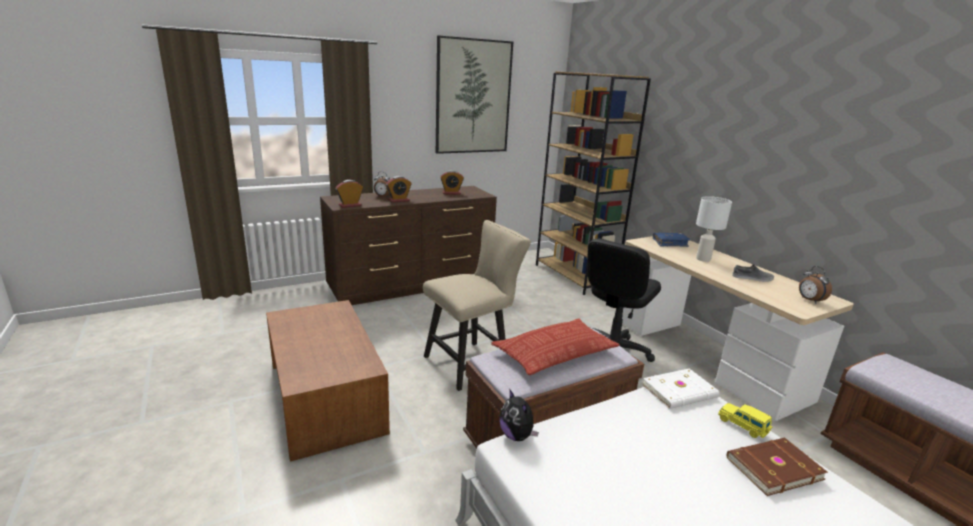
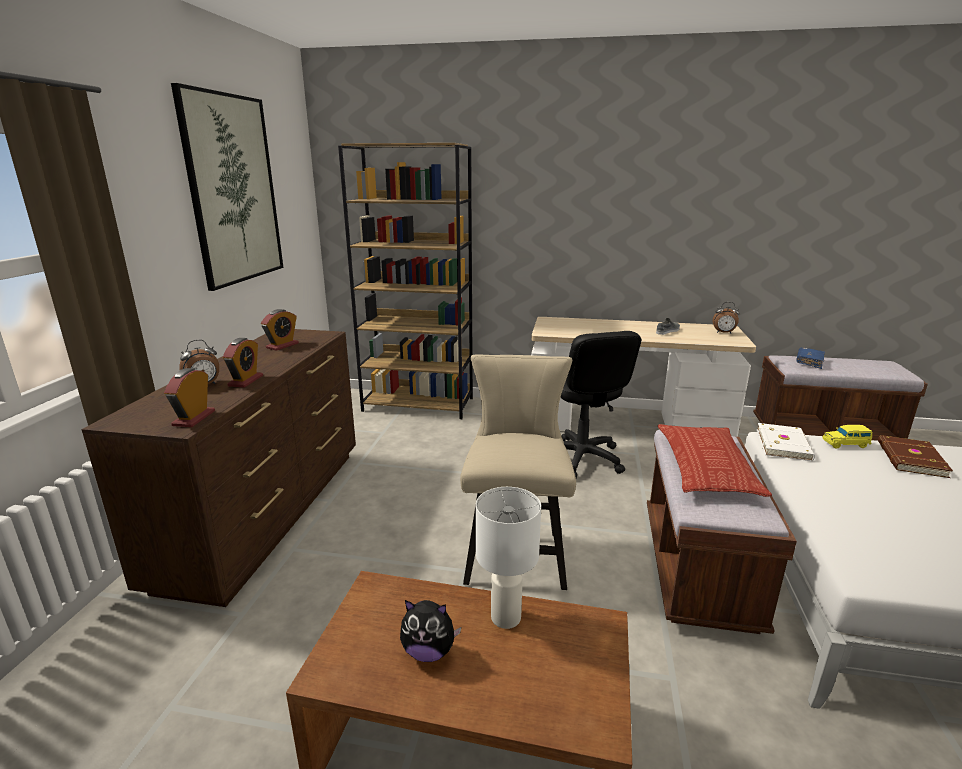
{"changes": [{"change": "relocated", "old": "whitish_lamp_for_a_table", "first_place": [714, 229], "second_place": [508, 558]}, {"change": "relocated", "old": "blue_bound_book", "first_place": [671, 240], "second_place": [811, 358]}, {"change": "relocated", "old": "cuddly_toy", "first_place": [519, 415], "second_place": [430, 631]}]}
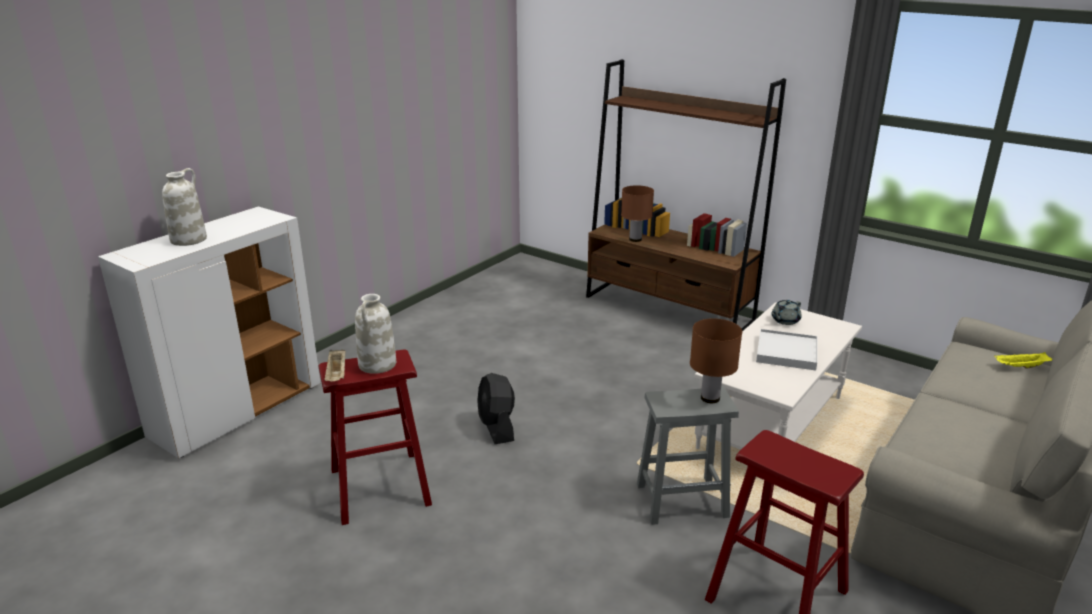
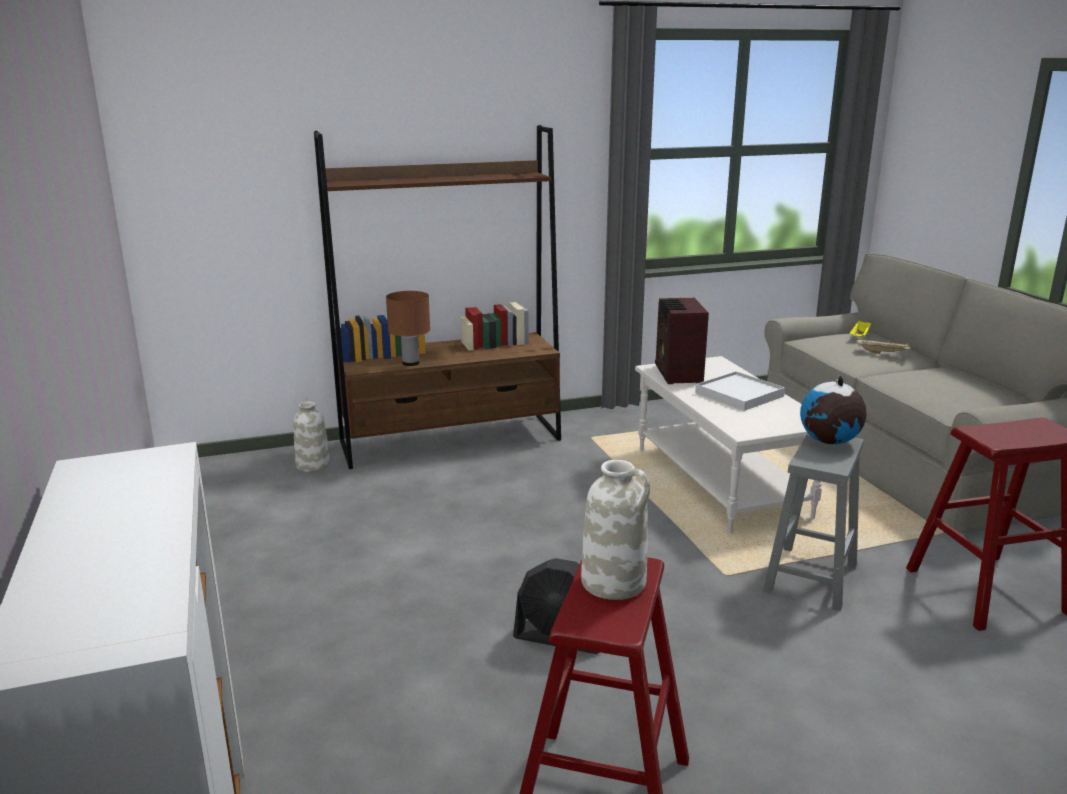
{"changes": [{"change": "relocated", "old": "whitish_vase", "first_place": [184, 207], "second_place": [311, 434]}, {"change": "exchanged", "old": "gray_tea_pot", "new": "radio_set", "first_place": [787, 312], "second_place": [682, 341]}, {"change": "exchanged", "old": "brown-coloured_lamp_for_a_table", "new": "desk_globe", "first_place": [716, 360], "second_place": [833, 410]}, {"change": "relocated", "old": "beige-coloured_serving_tray", "first_place": [334, 365], "second_place": [883, 346]}]}
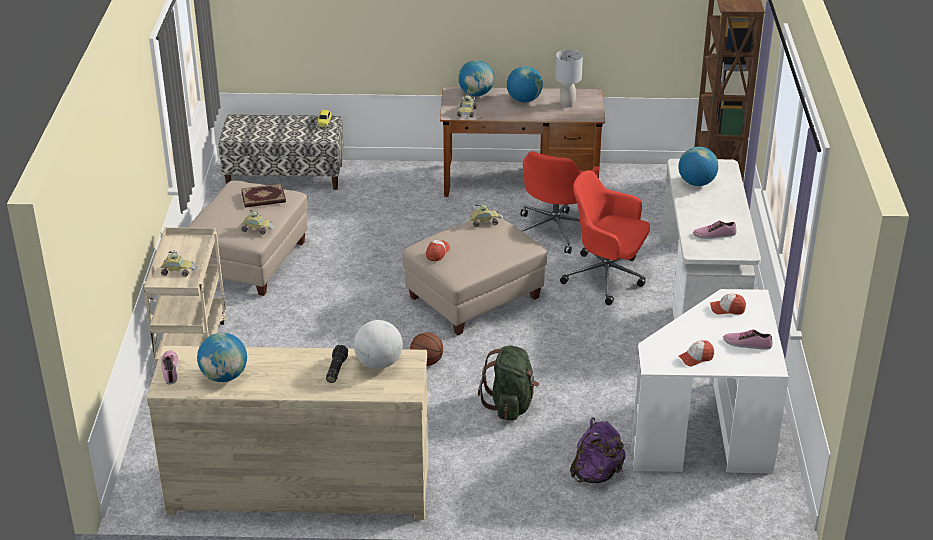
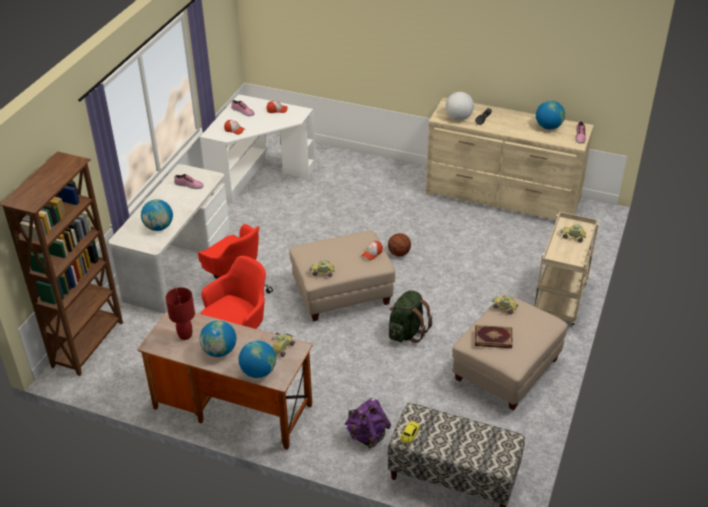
{"changes": [{"change": "colour", "old": "gray_lamp_for_a_table", "new": "reddish_lamp_for_a_table", "first_place": [569, 79], "second_place": [180, 313]}, {"change": "relocated", "old": "greenish_backpack", "first_place": [508, 383], "second_place": [410, 316]}, {"change": "relocated", "old": "purple_backpack", "first_place": [598, 450], "second_place": [368, 423]}]}
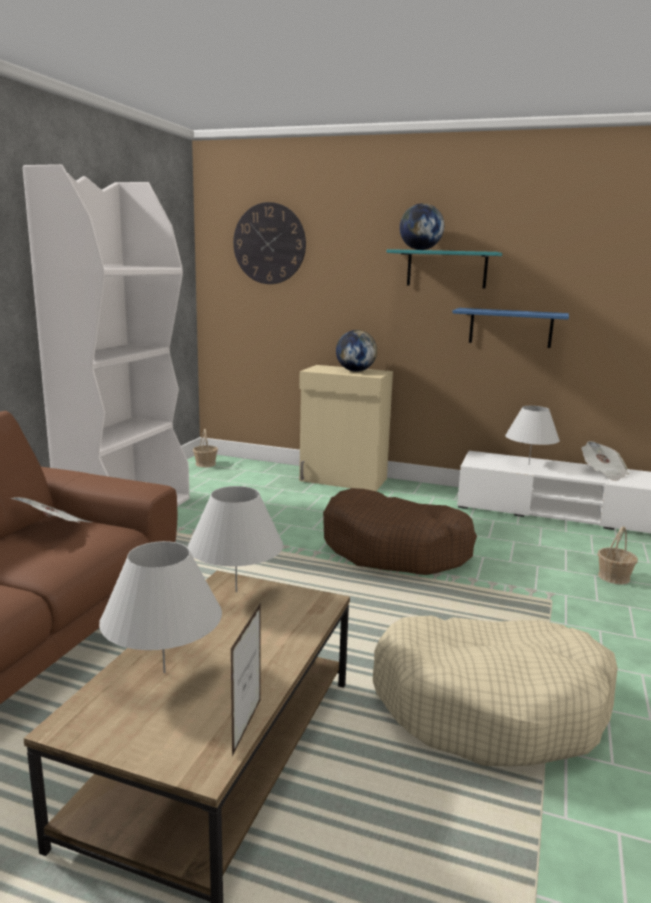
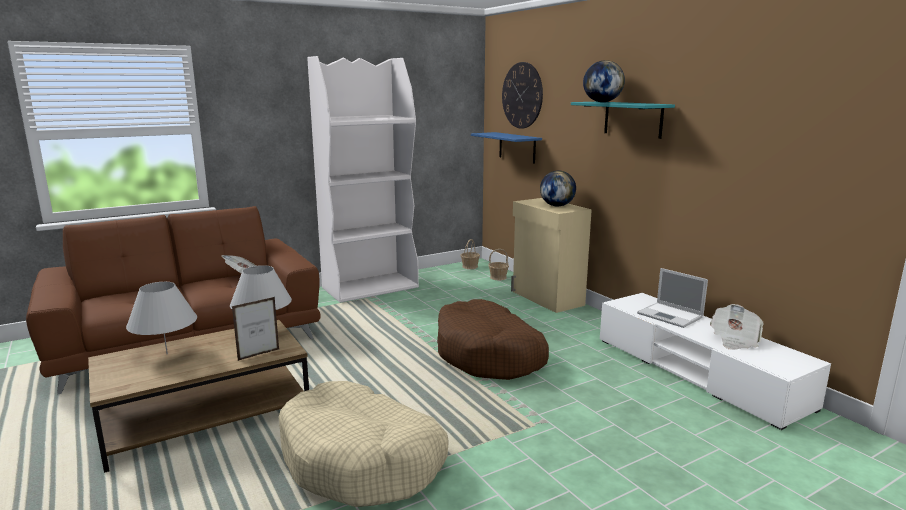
{"changes": [{"change": "relocated", "old": "blue_shelf", "first_place": [510, 328], "second_place": [506, 147]}, {"change": "exchanged", "old": "whitish_lamp_for_a_table", "new": "laptop", "first_place": [532, 435], "second_place": [672, 298]}, {"change": "relocated", "old": "storage_basket", "first_place": [618, 555], "second_place": [498, 264]}, {"change": "relocated", "old": "standing_frame", "first_place": [246, 679], "second_place": [255, 329]}]}
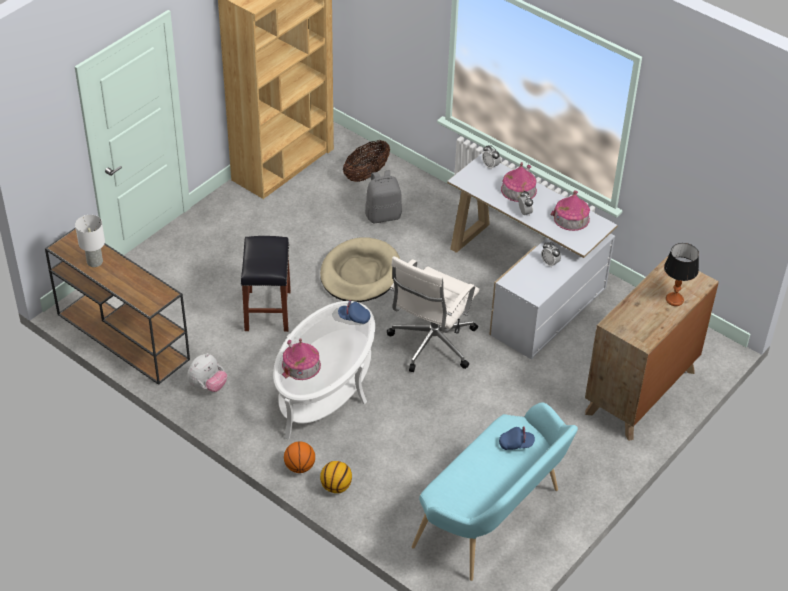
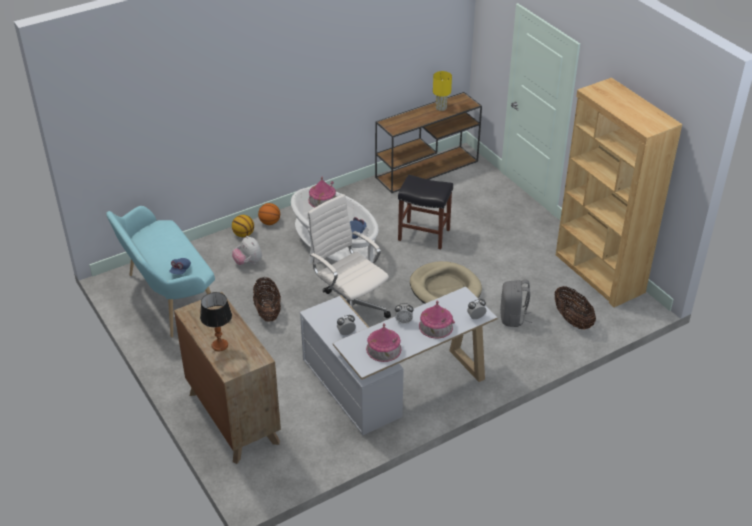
{"changes": [{"change": "colour", "old": "whitish_lamp_for_a_table", "new": "yellow_lamp_for_a_table", "first_place": [90, 241], "second_place": [442, 91]}, {"change": "relocated", "old": "cuddly_toy", "first_place": [207, 372], "second_place": [247, 250]}, {"change": "appeared", "new": "storage_basket", "second_place": [267, 299]}]}
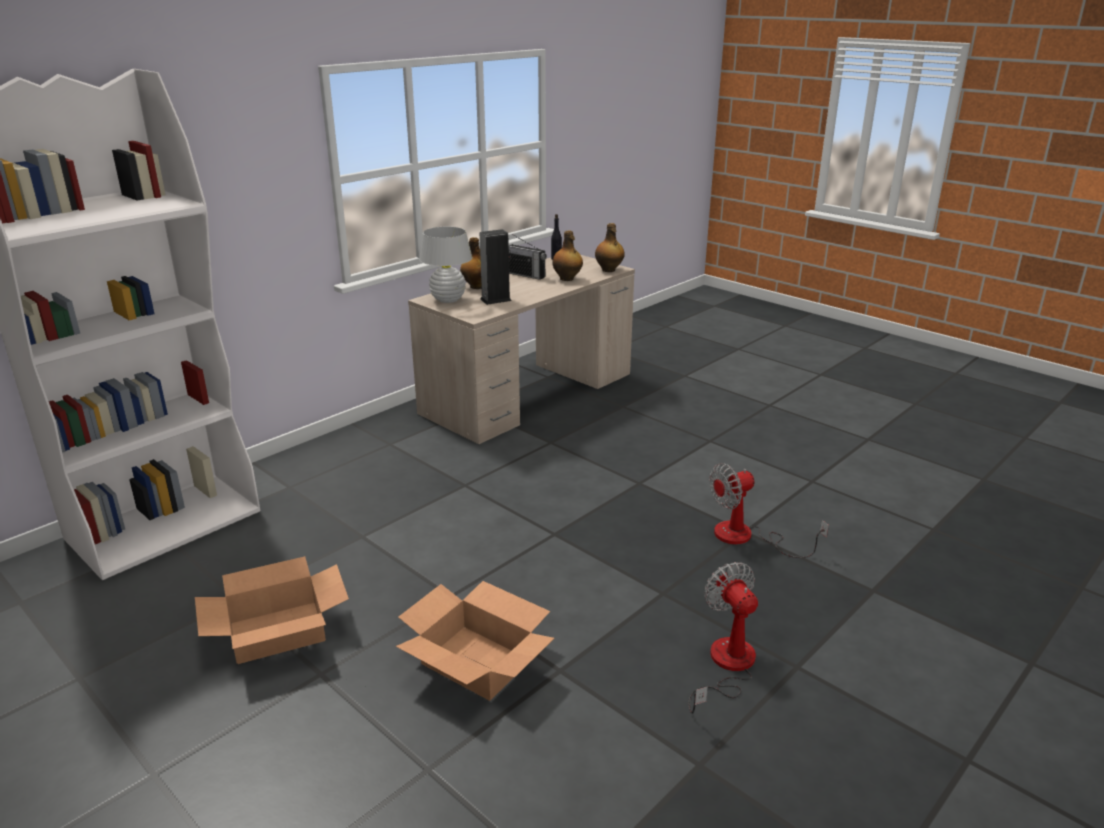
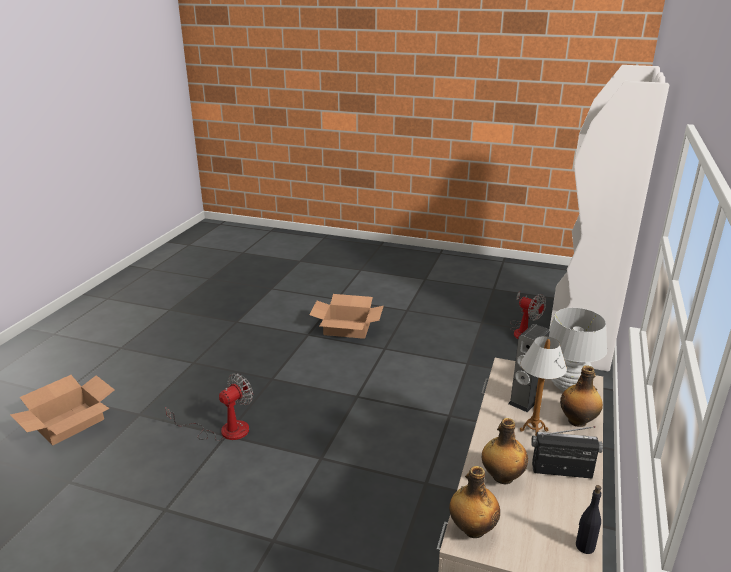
{"changes": [{"change": "relocated", "old": "carton", "first_place": [272, 610], "second_place": [62, 410]}, {"change": "relocated", "old": "cooling_fan", "first_place": [723, 638], "second_place": [528, 315]}, {"change": "appeared", "new": "lamp_for_a_table", "second_place": [543, 386]}]}
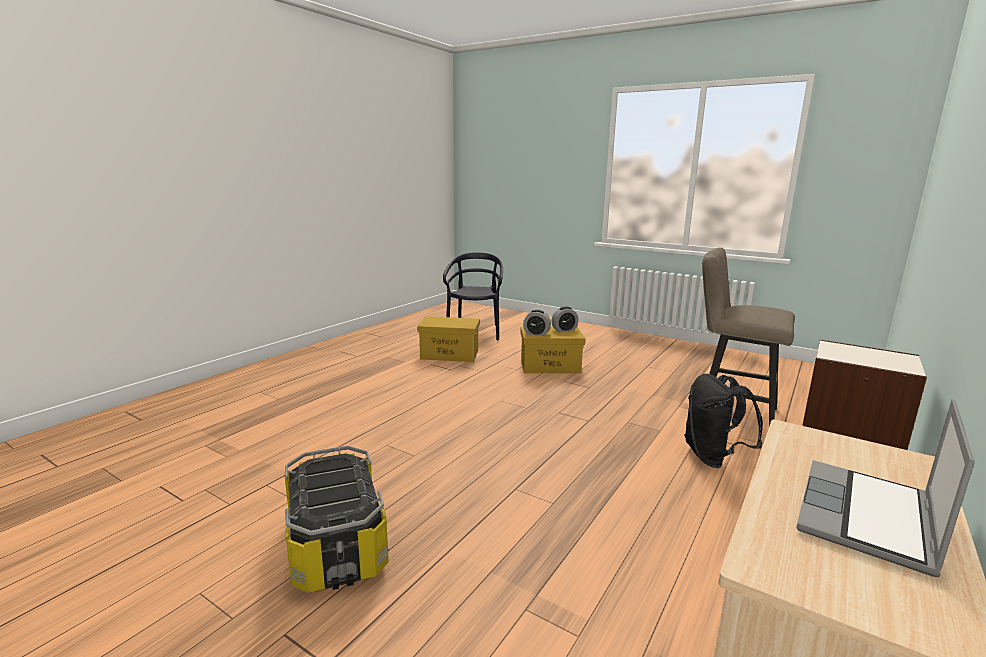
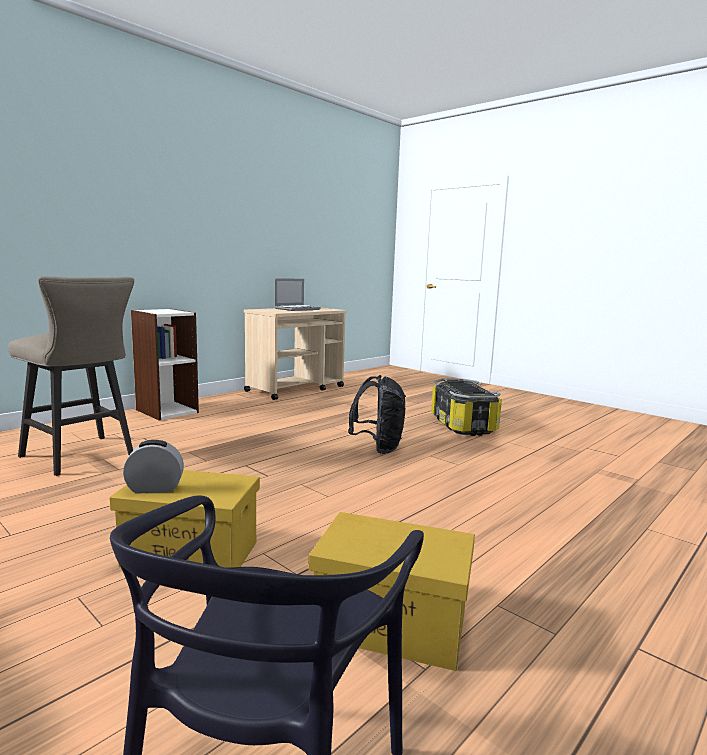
{"changes": [{"change": "missing", "old": "alarm_clock", "first_place": [537, 323]}, {"change": "relocated", "old": "black_backpack", "first_place": [723, 421], "second_place": [377, 414]}]}
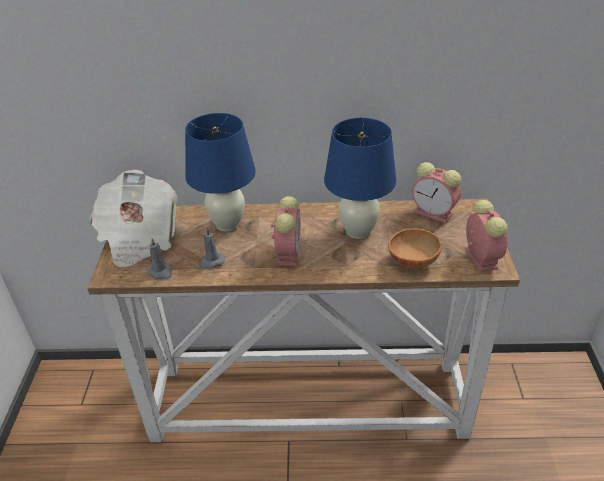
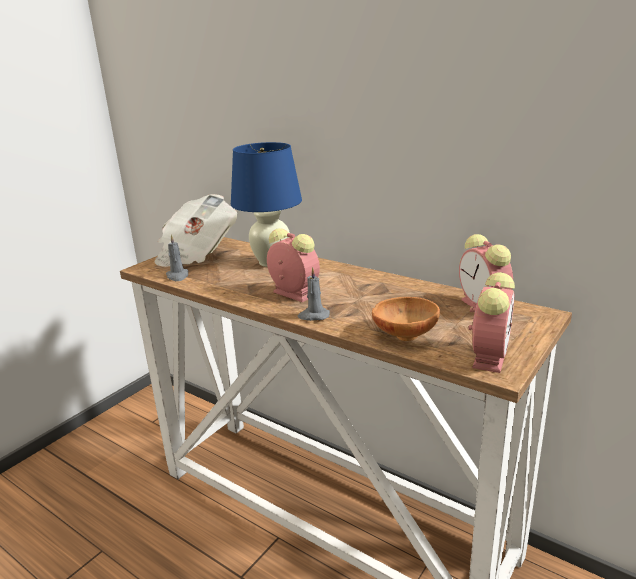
{"changes": [{"change": "missing", "old": "blue_lamp_for_a_table", "first_place": [360, 178]}, {"change": "spun", "old": "alarm_clock", "first_place": [286, 231], "second_place": [293, 265], "degrees": -90}, {"change": "relocated", "old": "gray_candle", "first_place": [212, 248], "second_place": [313, 294]}]}
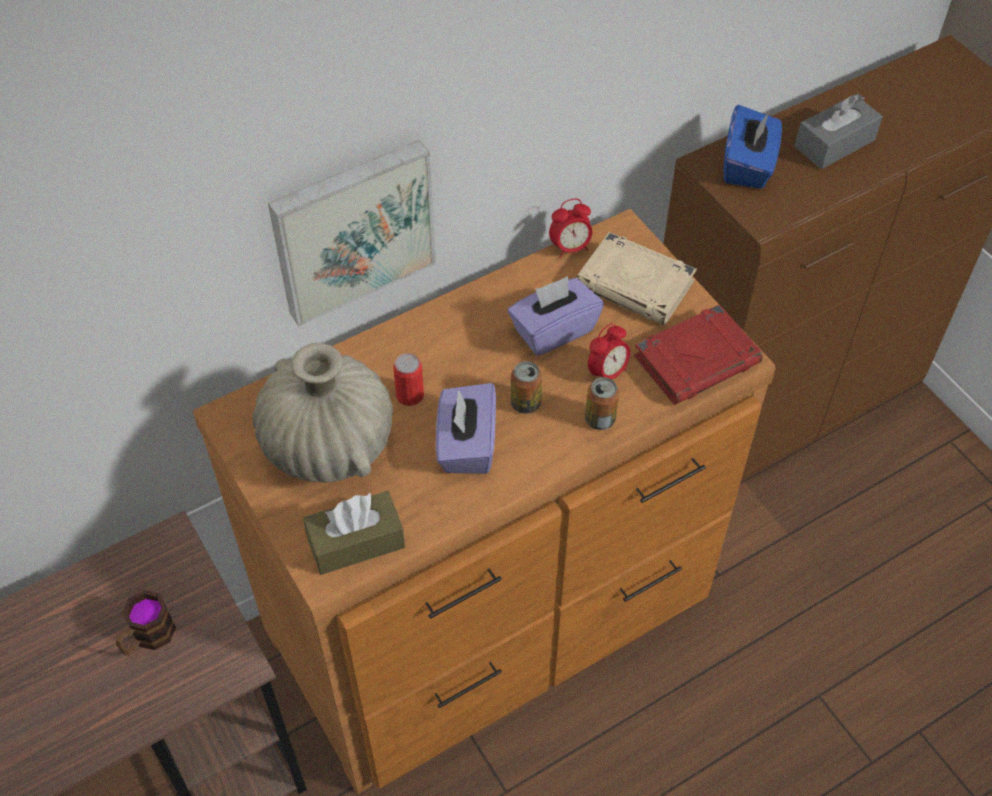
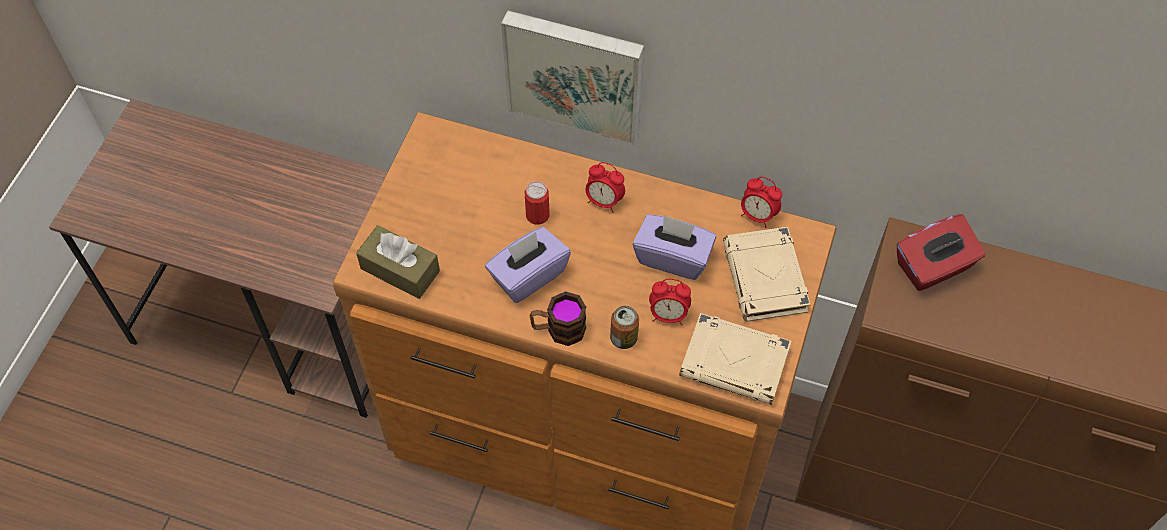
{"changes": [{"change": "missing", "old": "gray_box_of_tissues", "first_place": [838, 131]}, {"change": "colour", "old": "blue_box_of_tissues", "new": "reddish_box_of_tissues", "first_place": [753, 147], "second_place": [941, 252]}, {"change": "colour", "old": "reddish_bound_book", "new": "beige-coloured_bound_book", "first_place": [698, 354], "second_place": [735, 359]}, {"change": "missing", "old": "beige-coloured_vase", "first_place": [322, 413]}, {"change": "missing", "old": "can", "first_place": [526, 387]}, {"change": "relocated", "old": "tea_mug", "first_place": [146, 622], "second_place": [558, 318]}, {"change": "appeared", "new": "alarm_clock", "second_place": [605, 187]}]}
